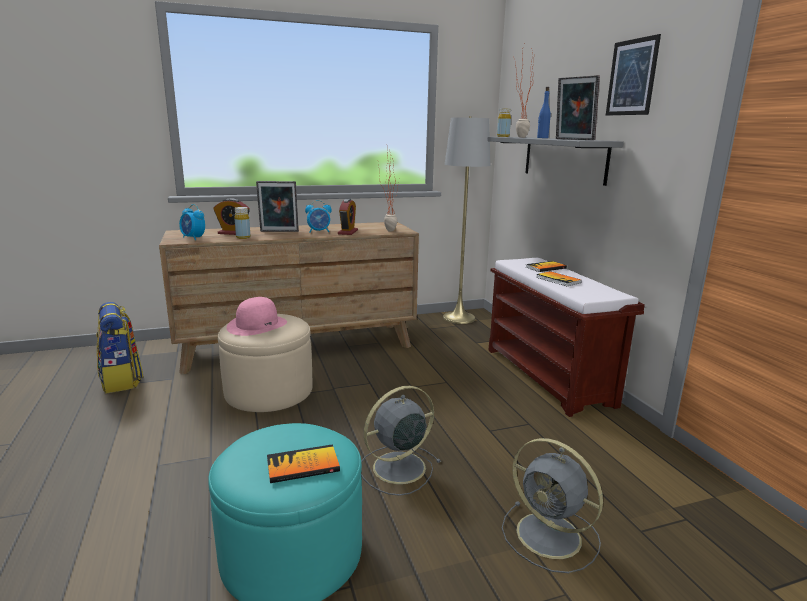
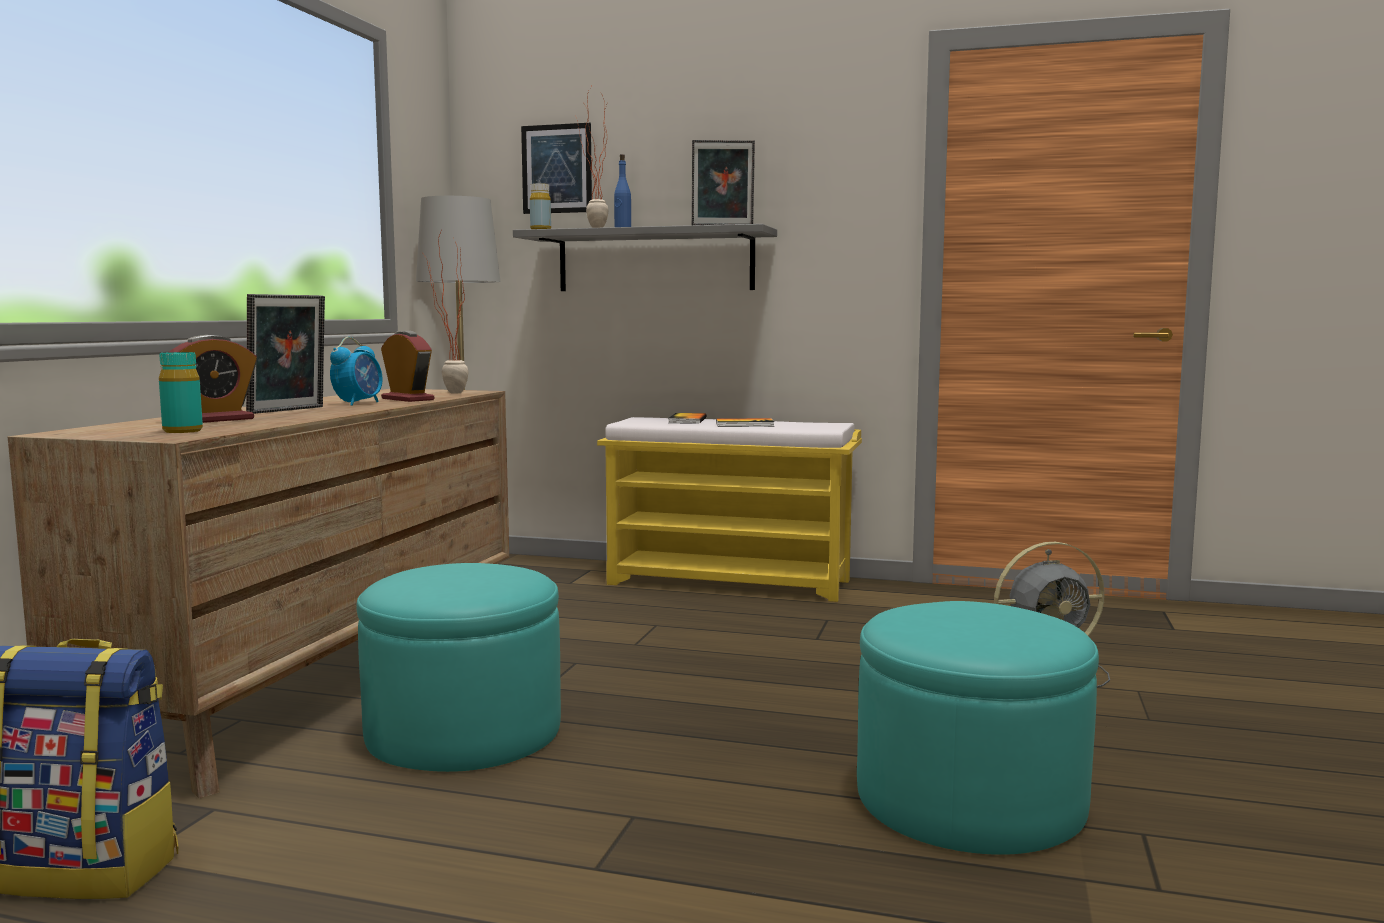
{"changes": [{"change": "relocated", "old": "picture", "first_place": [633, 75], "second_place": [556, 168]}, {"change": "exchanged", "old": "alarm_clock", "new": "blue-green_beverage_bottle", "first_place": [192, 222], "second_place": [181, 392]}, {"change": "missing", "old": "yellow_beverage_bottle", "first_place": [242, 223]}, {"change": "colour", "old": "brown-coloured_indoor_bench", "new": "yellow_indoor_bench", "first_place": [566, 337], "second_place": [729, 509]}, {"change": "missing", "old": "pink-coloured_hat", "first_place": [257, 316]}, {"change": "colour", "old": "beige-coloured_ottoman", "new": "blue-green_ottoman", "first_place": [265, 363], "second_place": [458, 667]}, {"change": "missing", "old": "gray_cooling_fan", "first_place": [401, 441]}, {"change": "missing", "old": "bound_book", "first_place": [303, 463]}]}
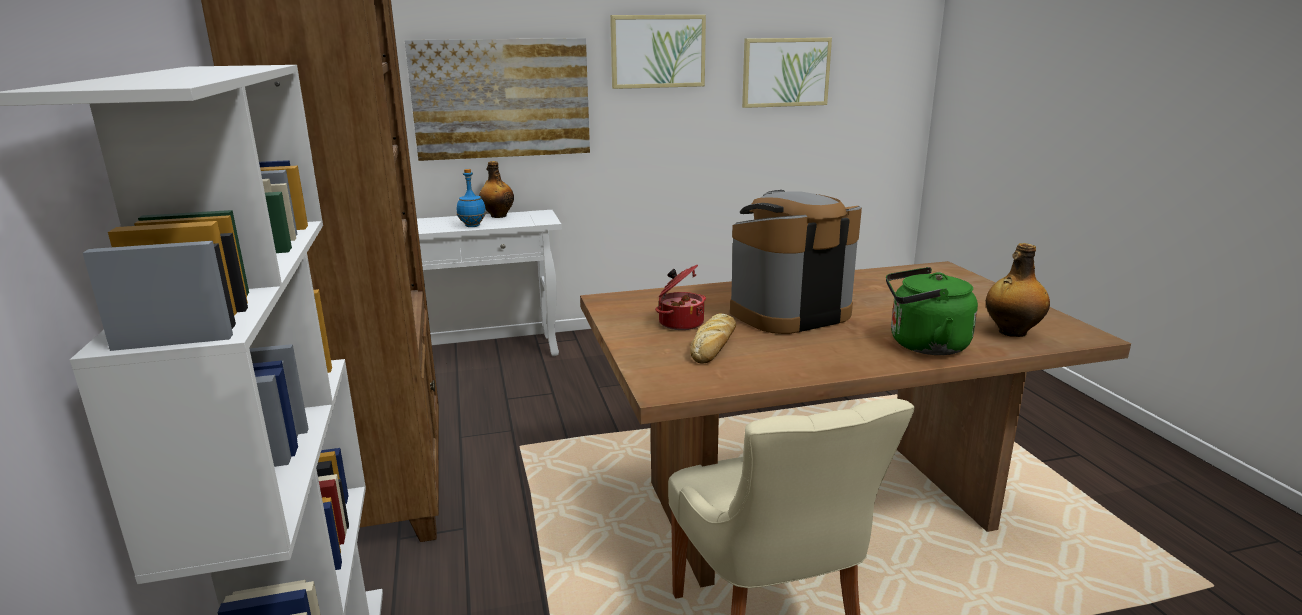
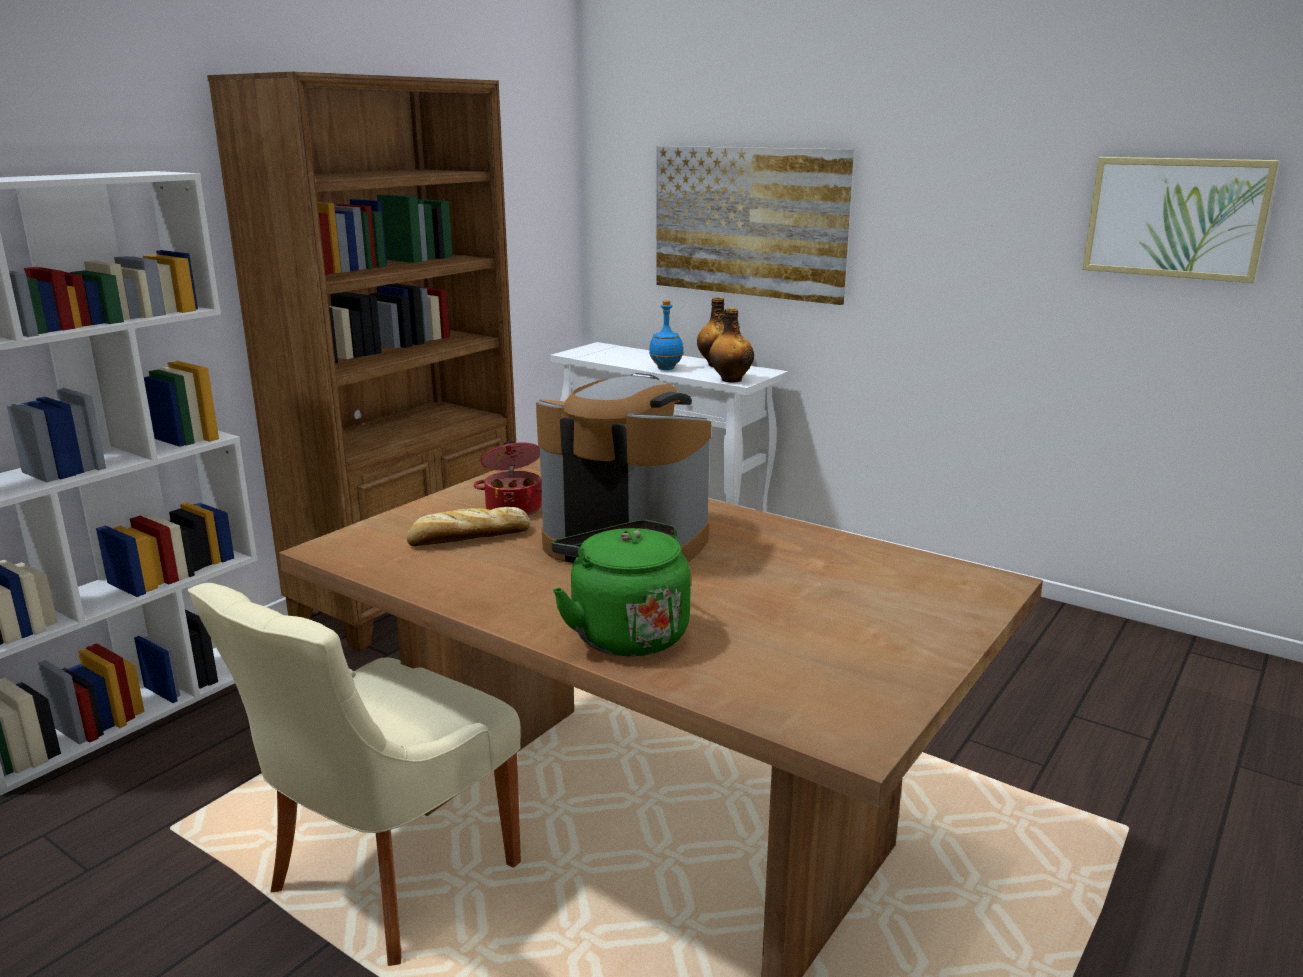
{"changes": [{"change": "missing", "old": "picture", "first_place": [658, 52]}, {"change": "relocated", "old": "beverage_bottle", "first_place": [1018, 290], "second_place": [731, 345]}]}
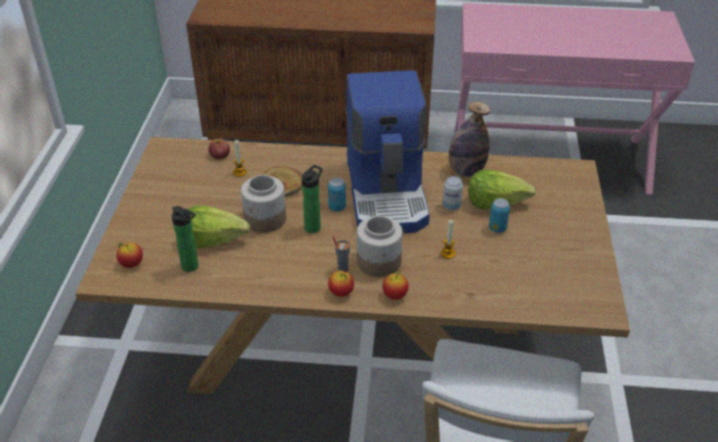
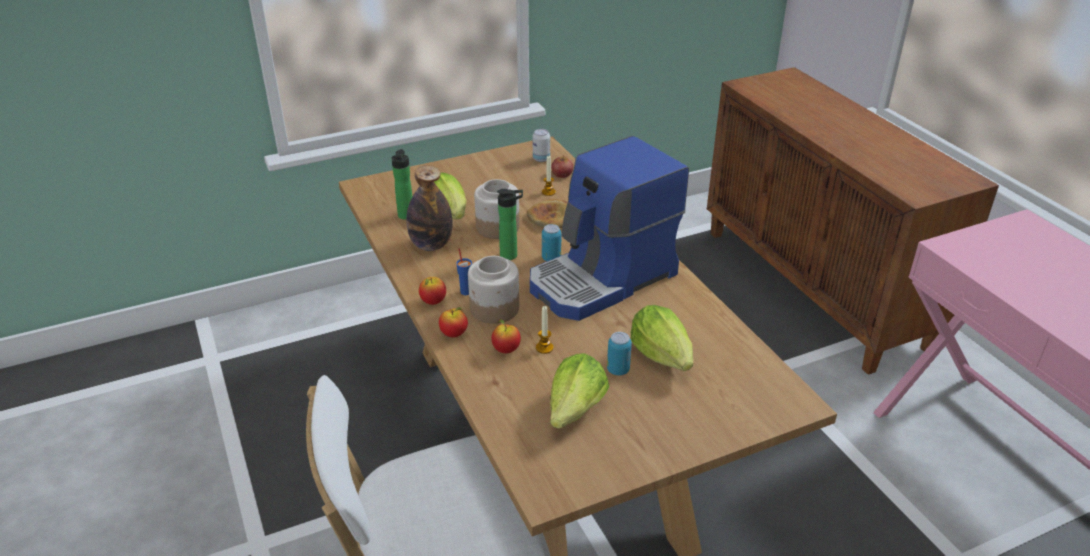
{"changes": [{"change": "relocated", "old": "beverage_bottle", "first_place": [469, 139], "second_place": [429, 208]}, {"change": "relocated", "old": "can", "first_place": [452, 193], "second_place": [541, 145]}, {"change": "colour", "old": "gray_small_cup", "new": "blue_small_cup", "first_place": [341, 254], "second_place": [464, 271]}, {"change": "relocated", "old": "apple", "first_place": [130, 255], "second_place": [506, 336]}, {"change": "appeared", "new": "lettuce_head", "second_place": [579, 391]}]}
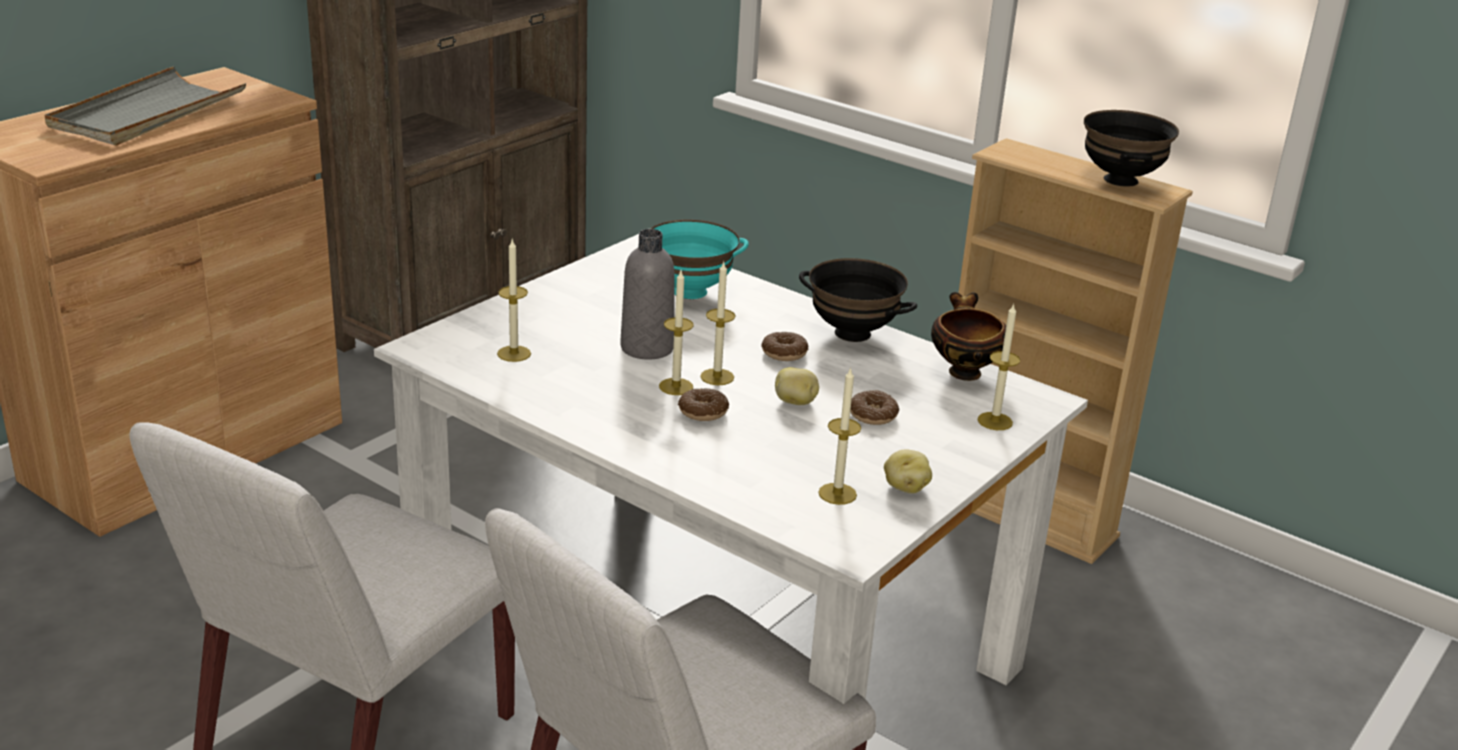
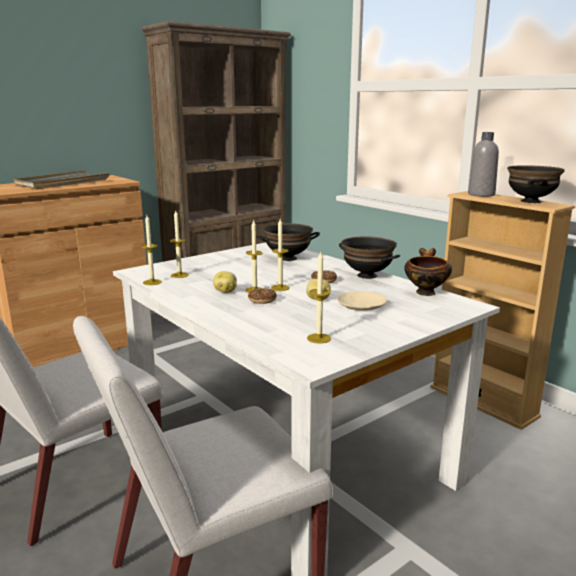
{"changes": [{"change": "colour", "old": "blue-green_deep_dish", "new": "black_deep_dish", "first_place": [699, 259], "second_place": [288, 242]}, {"change": "relocated", "old": "gray_beverage_bottle", "first_place": [648, 294], "second_place": [483, 164]}, {"change": "relocated", "old": "candle", "first_place": [999, 367], "second_place": [151, 250]}, {"change": "exchanged", "old": "donut", "new": "beige-coloured_dinner_plate", "first_place": [874, 407], "second_place": [362, 301]}, {"change": "relocated", "old": "whole_potato", "first_place": [908, 472], "second_place": [225, 282]}]}
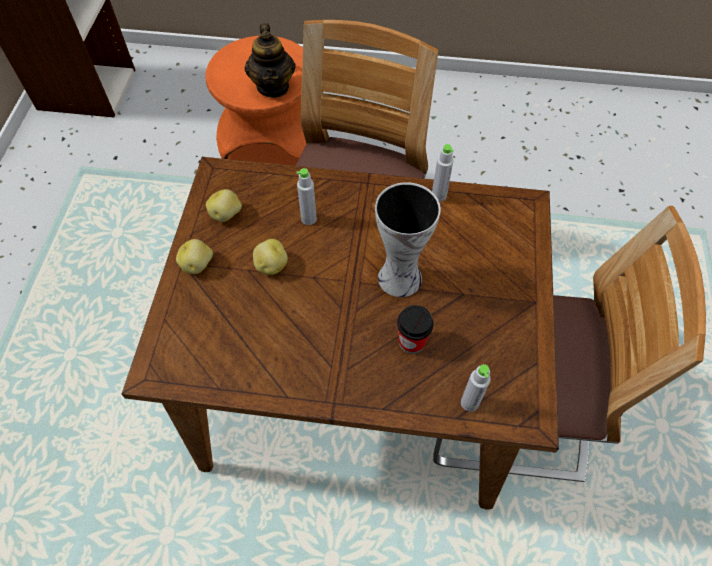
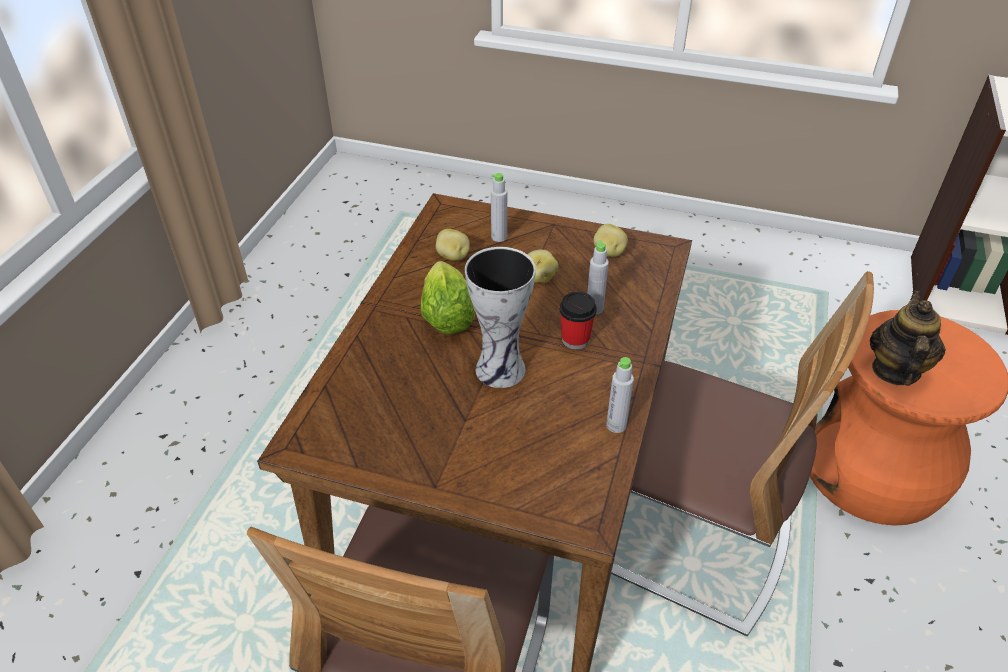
{"changes": [{"change": "spun", "old": "tea_pot", "first_place": [270, 60], "second_place": [908, 338], "degrees": 105}, {"change": "relocated", "old": "whole_potato", "first_place": [194, 256], "second_place": [453, 245]}, {"change": "relocated", "old": "small_cup", "first_place": [415, 329], "second_place": [578, 321]}, {"change": "relocated", "old": "gray_beverage_bottle", "first_place": [476, 388], "second_place": [499, 207]}, {"change": "appeared", "new": "lettuce_head", "second_place": [448, 297]}]}
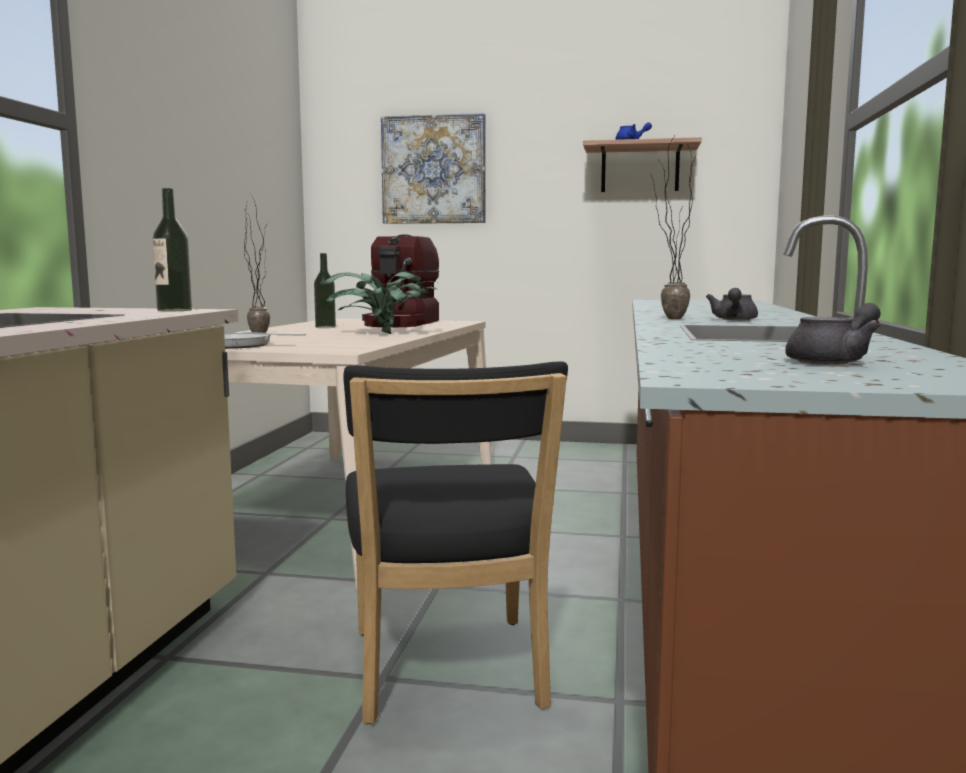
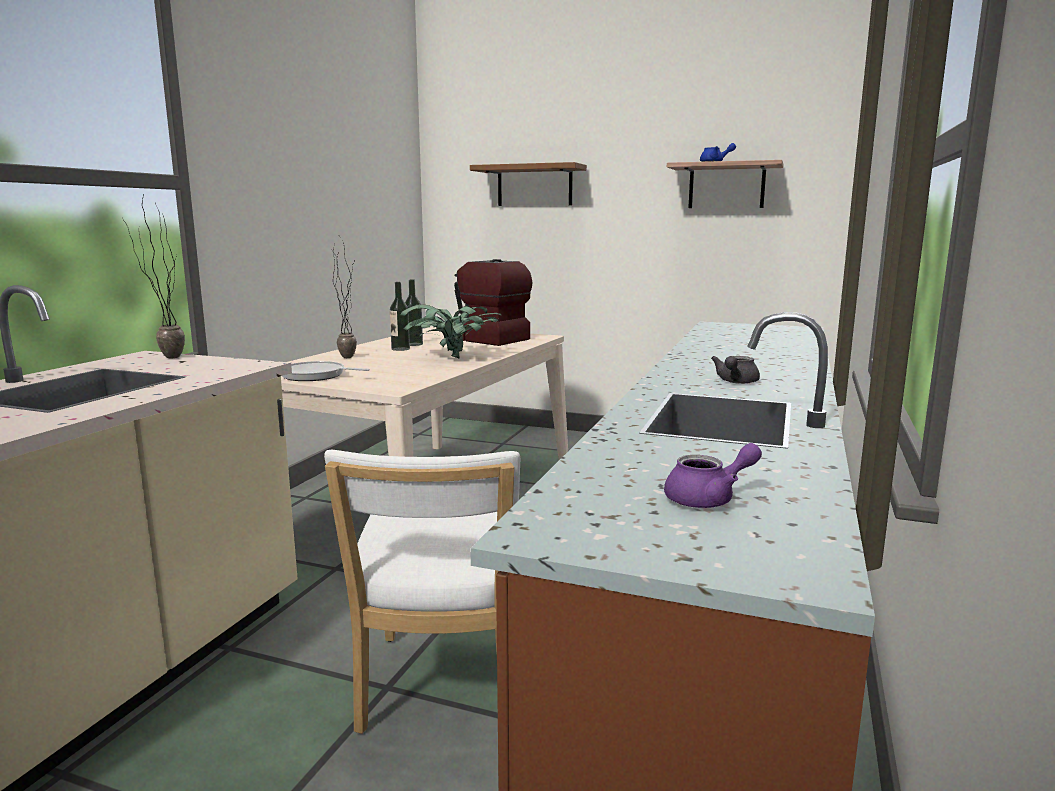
{"changes": [{"change": "exchanged", "old": "picture", "new": "brown-coloured_shelf", "first_place": [433, 168], "second_place": [528, 184]}, {"change": "relocated", "old": "potted_plant", "first_place": [672, 226], "second_place": [153, 278]}, {"change": "relocated", "old": "beverage_bottle", "first_place": [172, 249], "second_place": [400, 316]}, {"change": "spun", "old": "coffee_machine", "first_place": [400, 280], "second_place": [493, 302], "degrees": 105}, {"change": "colour", "old": "gray_tea_pot", "new": "purple_tea_pot", "first_place": [833, 334], "second_place": [713, 475]}, {"change": "colour", "old": "black_plain_chair", "new": "whitish_plain_chair", "first_place": [455, 542], "second_place": [422, 592]}]}
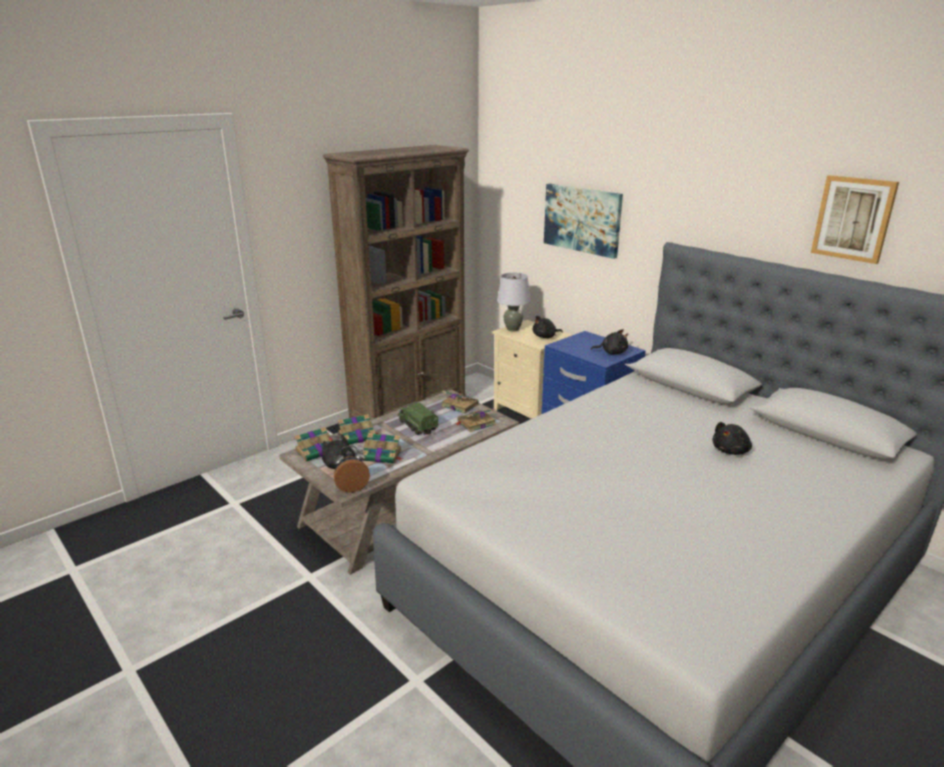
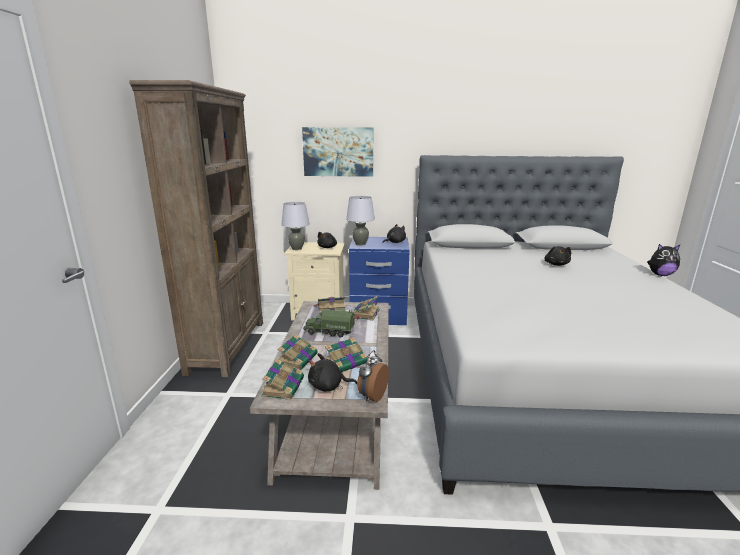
{"changes": [{"change": "missing", "old": "picture", "first_place": [855, 219]}, {"change": "appeared", "new": "gray_lamp_for_a_table", "second_place": [360, 221]}, {"change": "appeared", "new": "cuddly_toy", "second_place": [663, 260]}]}
